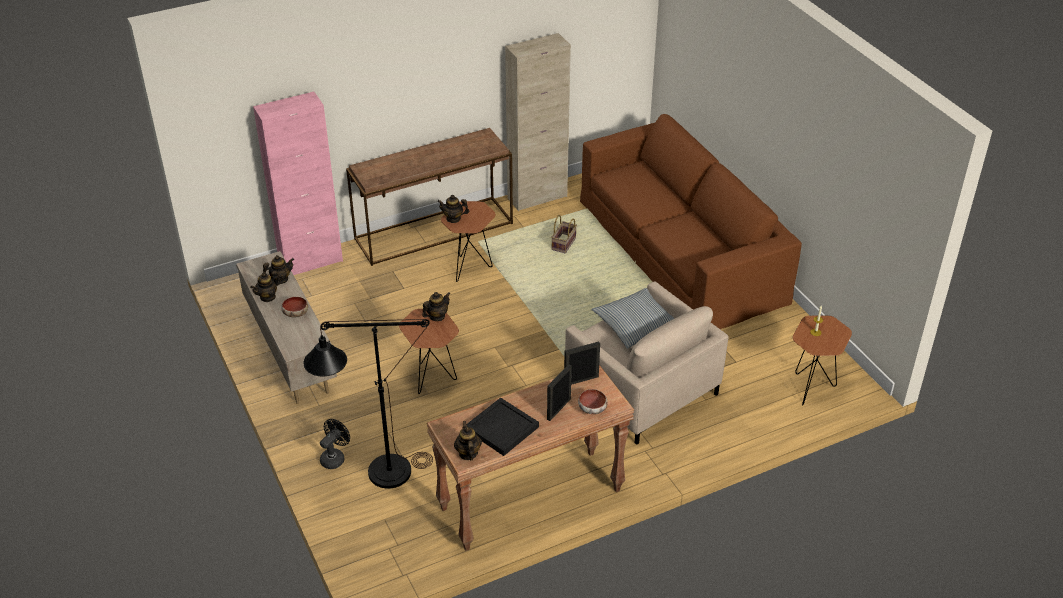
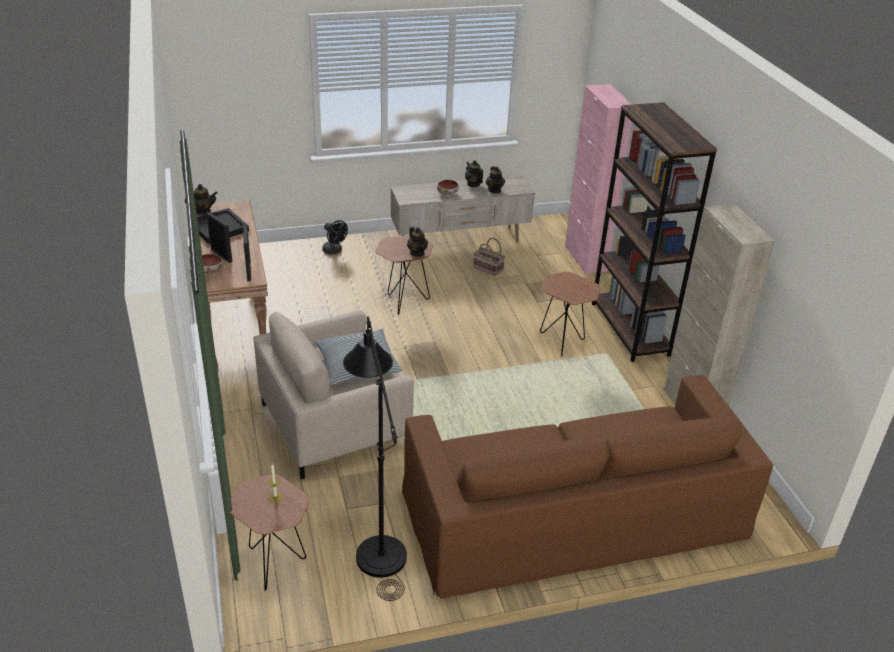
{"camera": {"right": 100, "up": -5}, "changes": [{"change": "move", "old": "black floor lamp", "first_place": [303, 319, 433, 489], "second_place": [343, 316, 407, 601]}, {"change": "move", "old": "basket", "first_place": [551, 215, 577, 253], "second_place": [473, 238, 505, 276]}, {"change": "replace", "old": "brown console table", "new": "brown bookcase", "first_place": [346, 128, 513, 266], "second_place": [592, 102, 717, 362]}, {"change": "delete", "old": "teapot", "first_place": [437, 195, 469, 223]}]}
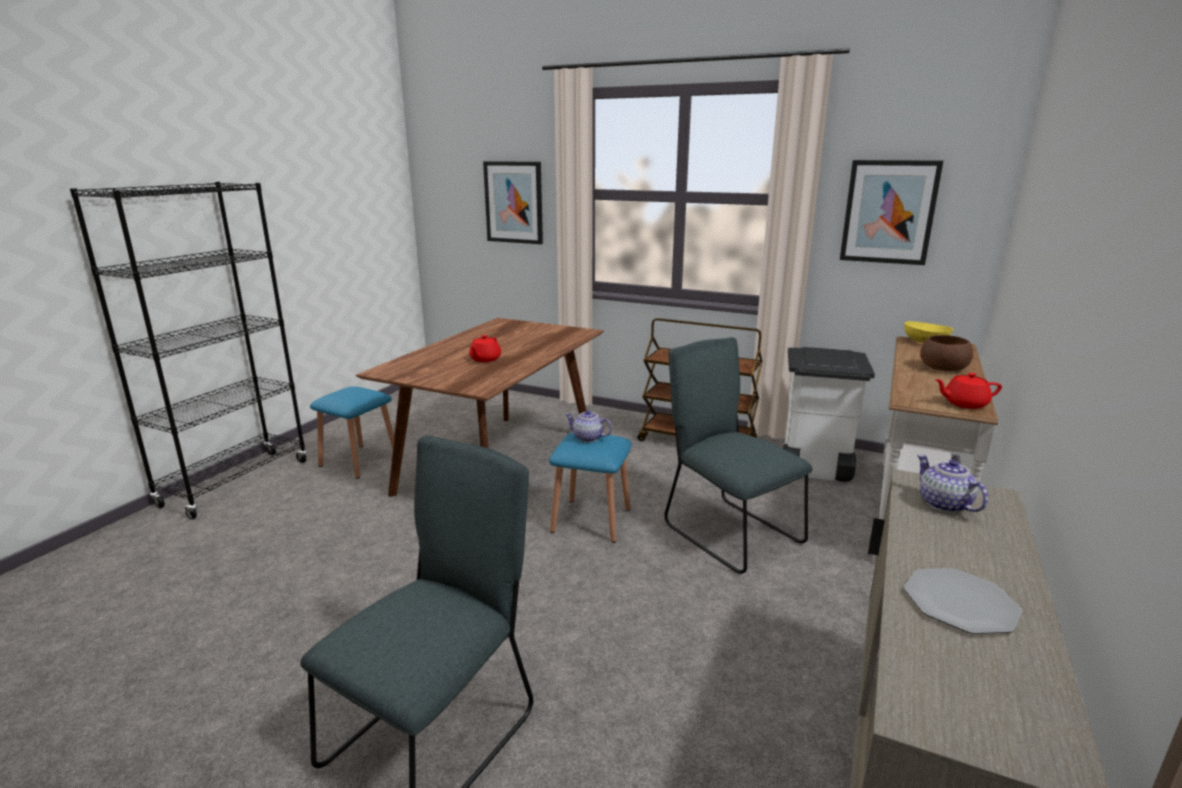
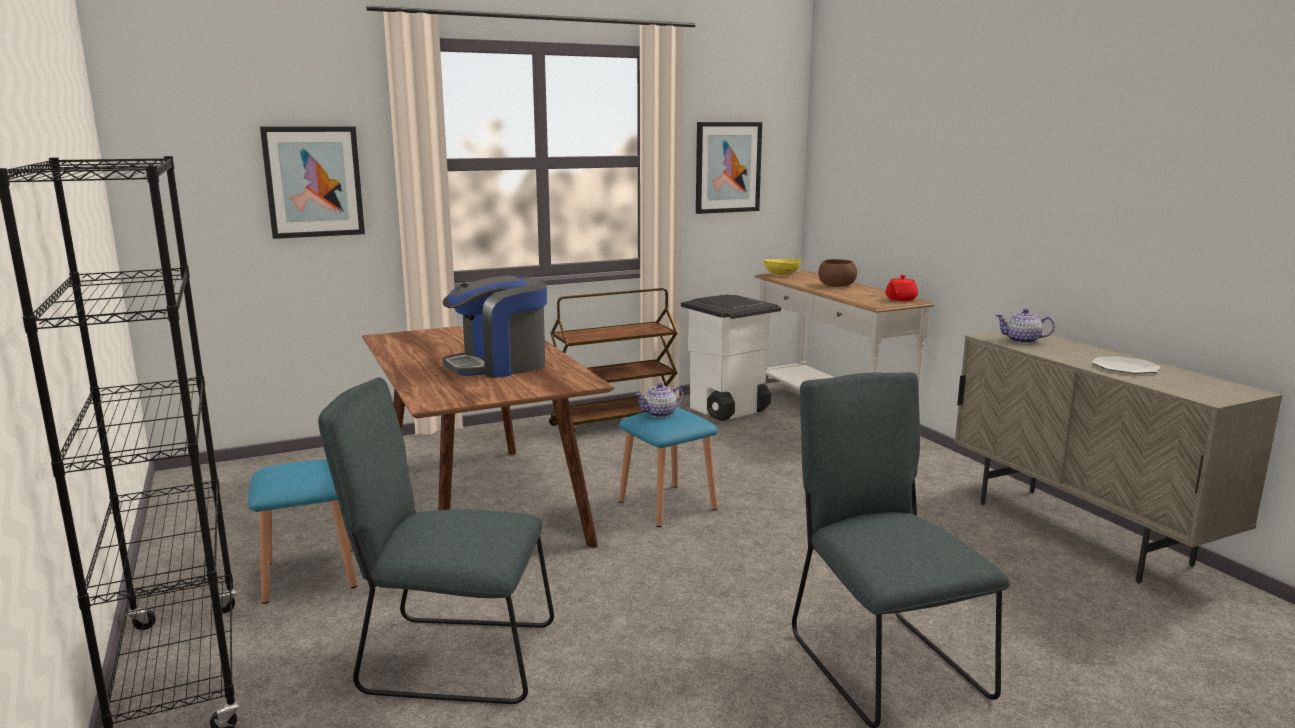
{"camera": {"right": -50, "up": -5}, "changes": [{"change": "move", "old": "grey chair", "first_place": [664, 337, 813, 574], "second_place": [318, 377, 554, 704]}, {"change": "replace", "old": "red teapot", "new": "coffee machine", "first_place": [469, 335, 501, 362], "second_place": [442, 275, 547, 378]}]}
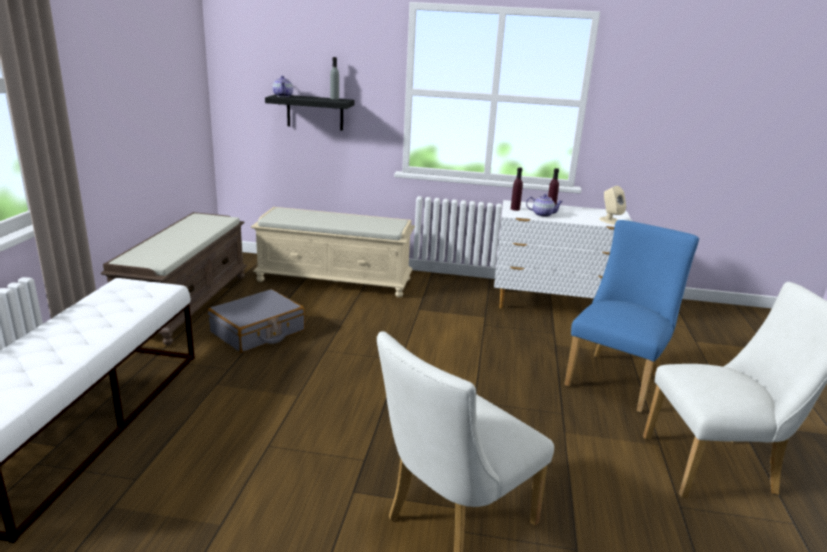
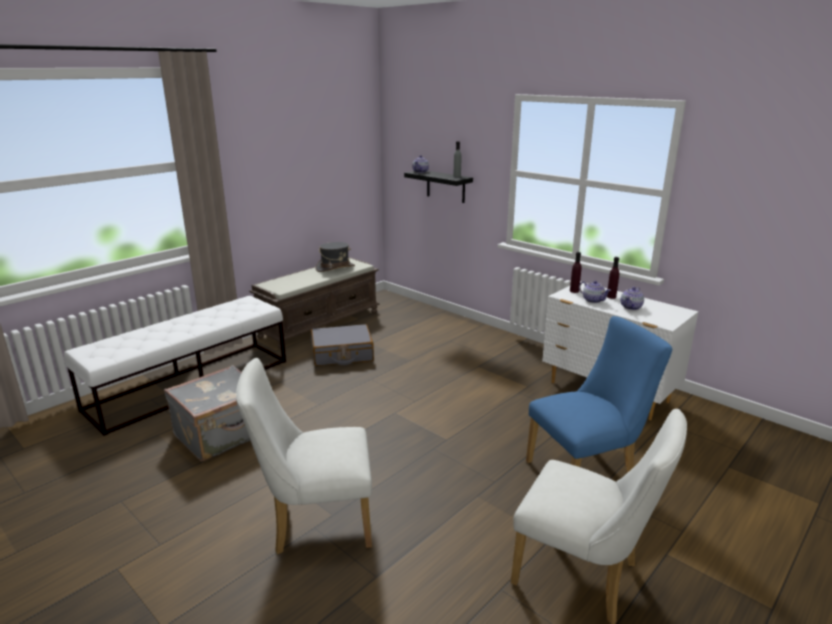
{"camera": {"right": 35, "up": 0}, "changes": [{"change": "insert", "new": "grey suitcase", "second_place": [164, 365, 250, 462]}, {"change": "insert", "new": "grey hat", "second_place": [315, 242, 355, 272]}, {"change": "insert", "new": "teapot", "second_place": [620, 287, 644, 310]}, {"change": "delete", "old": "beige bench", "first_place": [251, 207, 415, 298]}, {"change": "delete", "old": "beige speaker", "first_place": [599, 186, 626, 225]}]}
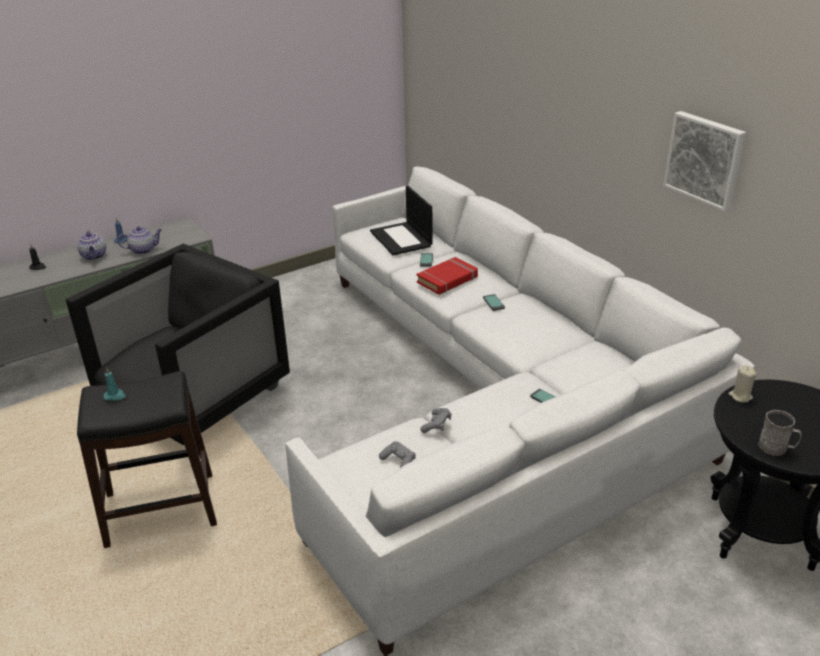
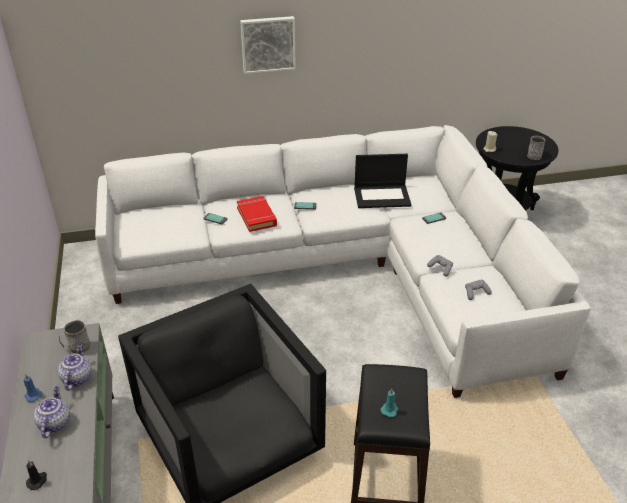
{"camera": {"right": -70, "up": 5}, "changes": [{"change": "rotate", "old": "teapot", "first_place": [77, 230, 106, 260], "second_place": [34, 386, 70, 438], "degrees": -90}, {"change": "insert", "new": "grey mug", "second_place": [59, 320, 91, 354]}, {"change": "move", "old": "picture", "first_place": [663, 111, 746, 211], "second_place": [240, 16, 296, 74]}, {"change": "move", "old": "laptop", "first_place": [370, 185, 433, 255], "second_place": [354, 154, 411, 208]}]}
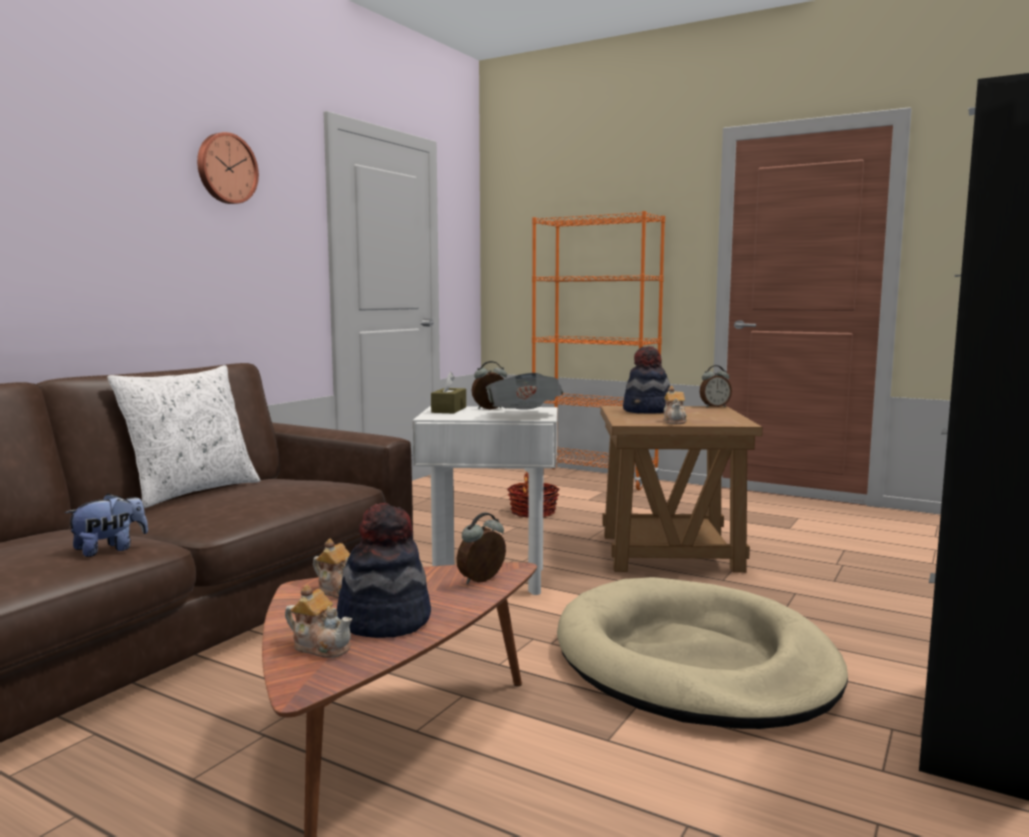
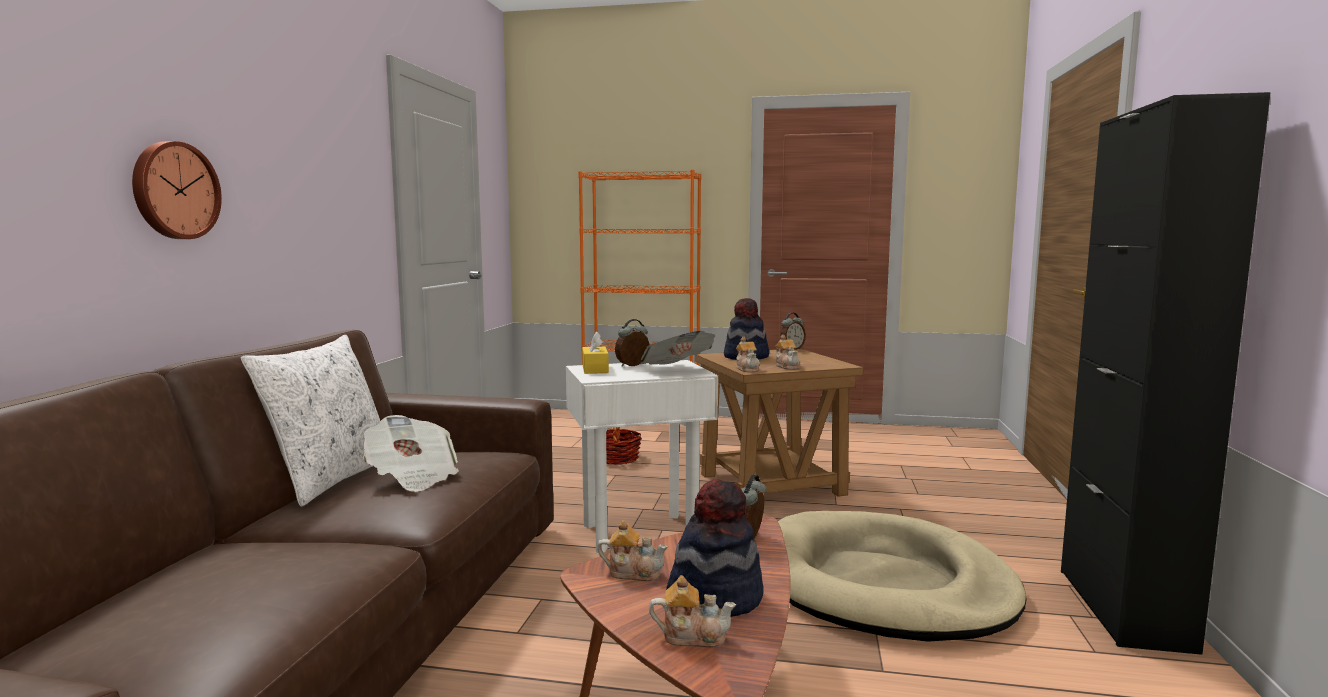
{"camera": {"right": -20, "up": 0}, "changes": [{"change": "move", "old": "wall clock", "first_place": [197, 132, 259, 204], "second_place": [132, 141, 222, 239]}, {"change": "insert", "new": "newspaper", "second_place": [363, 415, 459, 492]}, {"change": "recolor", "old": "brown tissue box", "new": "yellow tissue box", "first_place": [431, 372, 466, 413], "second_place": [582, 331, 609, 374]}, {"change": "insert", "new": "teapot", "second_place": [736, 337, 760, 372]}, {"change": "delete", "old": "plush toy", "first_place": [65, 494, 148, 557]}]}
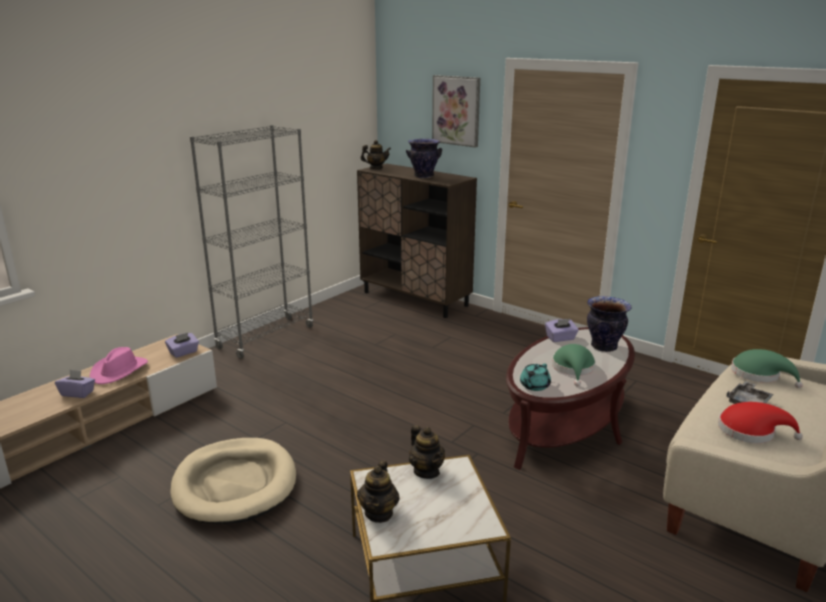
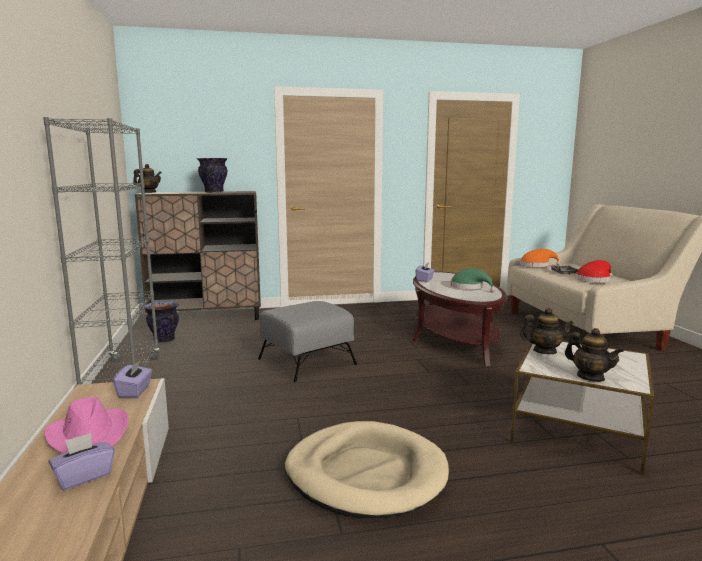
{"camera": {"right": -50, "up": -10}, "changes": [{"change": "move", "old": "vase", "first_place": [587, 296, 632, 352], "second_place": [144, 301, 179, 343]}, {"change": "insert", "new": "grey ottoman", "second_place": [258, 301, 357, 382]}, {"change": "recolor", "old": "green hat", "new": "orange hat", "first_place": [731, 349, 803, 388], "second_place": [520, 249, 561, 267]}, {"change": "delete", "old": "picture", "first_place": [432, 75, 480, 148]}, {"change": "delete", "old": "turquoise teapot", "first_place": [520, 363, 551, 391]}]}
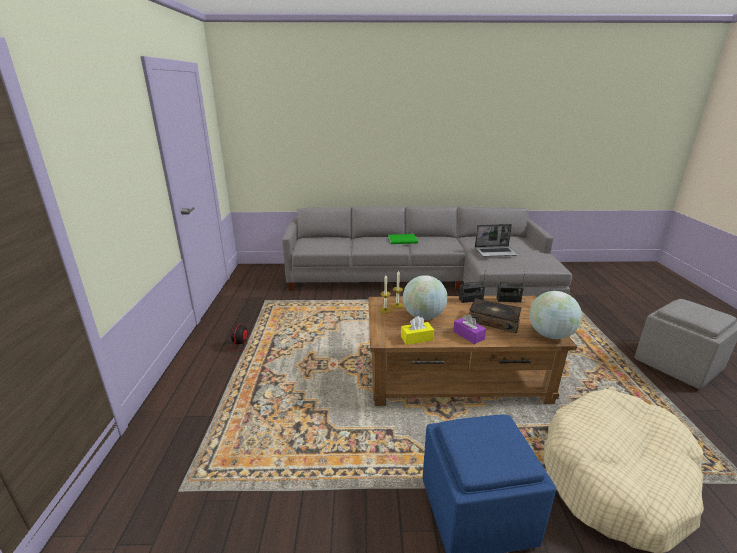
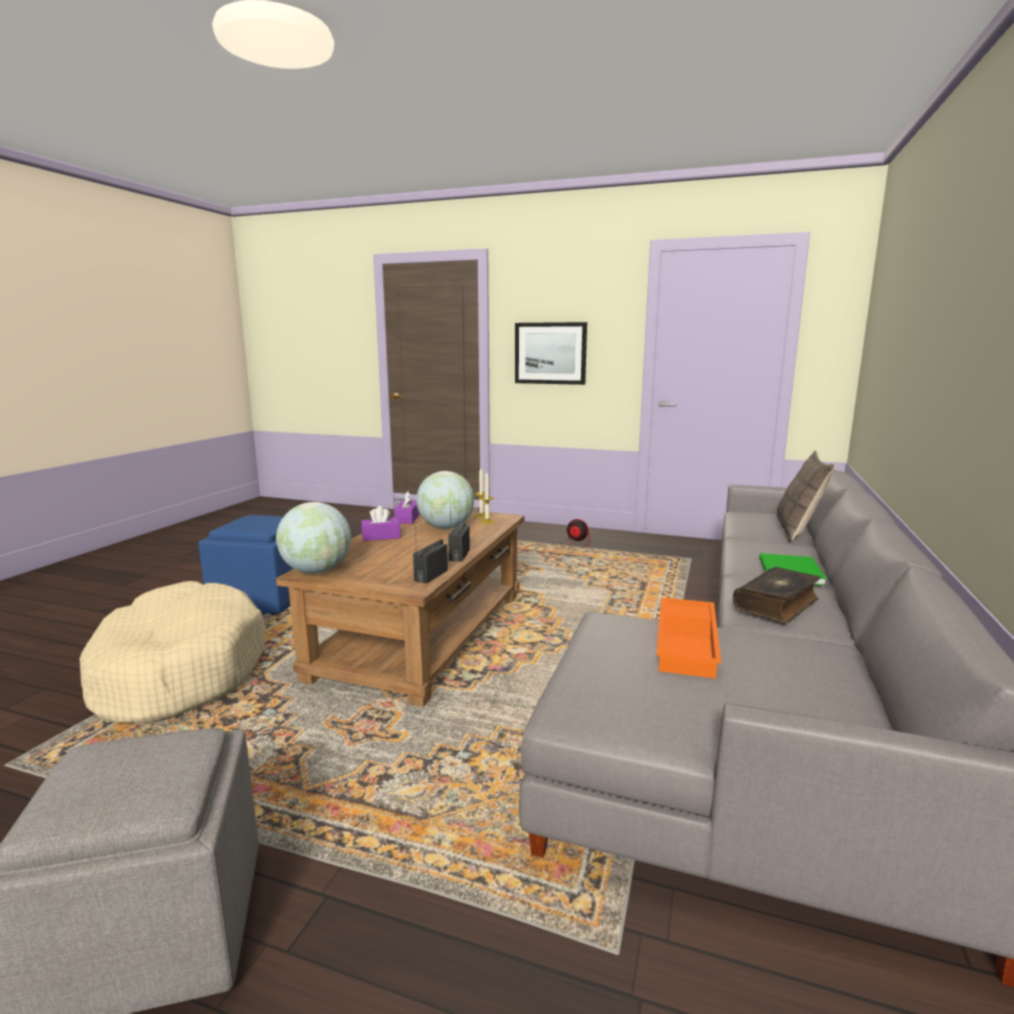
{"camera": {"right": 110, "up": -10}, "changes": [{"change": "recolor", "old": "yellow tissue box", "new": "purple tissue box", "first_place": [401, 316, 434, 345], "second_place": [394, 491, 419, 524]}, {"change": "insert", "new": "picture", "second_place": [515, 322, 587, 385]}, {"change": "replace", "old": "laptop", "new": "orange tray", "first_place": [475, 224, 518, 257], "second_place": [656, 597, 721, 679]}, {"change": "move", "old": "book", "first_place": [469, 298, 522, 333], "second_place": [733, 567, 821, 623]}, {"change": "insert", "new": "pillow", "second_place": [777, 450, 835, 541]}]}
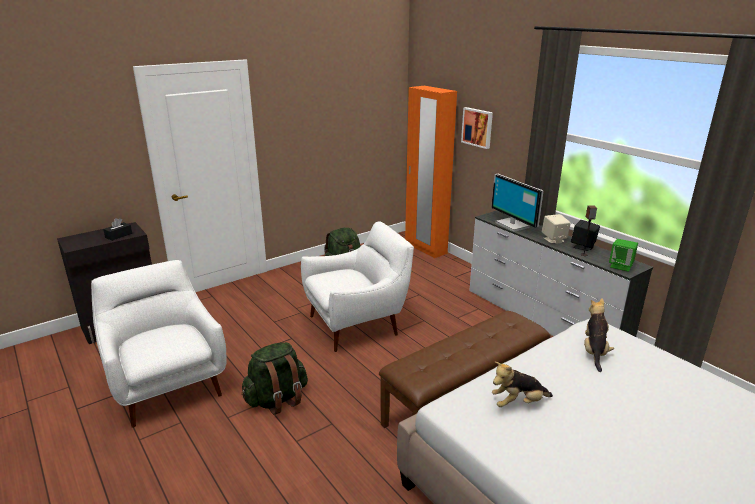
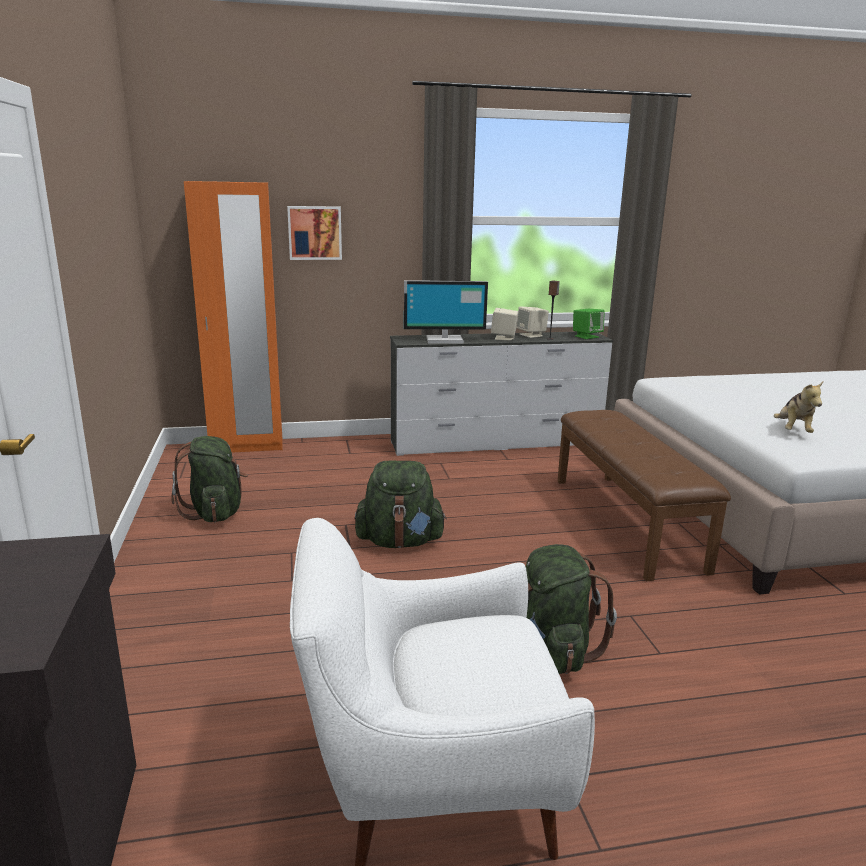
{"camera": {"right": -65, "up": -5}, "changes": [{"change": "replace", "old": "white armchair", "new": "green backpack", "first_place": [301, 221, 414, 352], "second_place": [354, 461, 447, 548]}, {"change": "recolor", "old": "black speaker", "new": "beige speaker", "first_place": [571, 220, 600, 251], "second_place": [516, 307, 549, 338]}, {"change": "delete", "old": "black tissue box", "first_place": [103, 218, 132, 241]}, {"change": "delete", "old": "plush toy", "first_place": [584, 298, 614, 372]}]}
